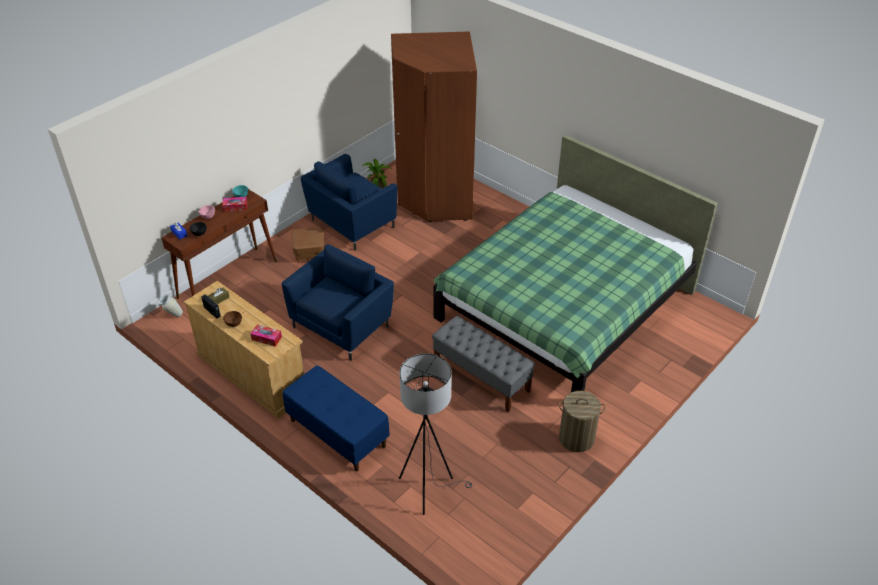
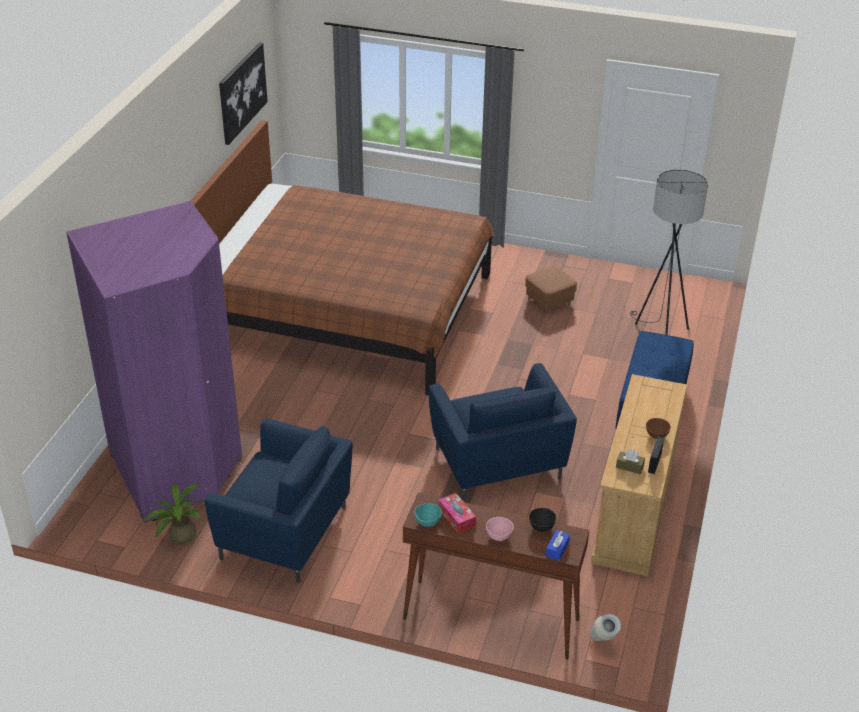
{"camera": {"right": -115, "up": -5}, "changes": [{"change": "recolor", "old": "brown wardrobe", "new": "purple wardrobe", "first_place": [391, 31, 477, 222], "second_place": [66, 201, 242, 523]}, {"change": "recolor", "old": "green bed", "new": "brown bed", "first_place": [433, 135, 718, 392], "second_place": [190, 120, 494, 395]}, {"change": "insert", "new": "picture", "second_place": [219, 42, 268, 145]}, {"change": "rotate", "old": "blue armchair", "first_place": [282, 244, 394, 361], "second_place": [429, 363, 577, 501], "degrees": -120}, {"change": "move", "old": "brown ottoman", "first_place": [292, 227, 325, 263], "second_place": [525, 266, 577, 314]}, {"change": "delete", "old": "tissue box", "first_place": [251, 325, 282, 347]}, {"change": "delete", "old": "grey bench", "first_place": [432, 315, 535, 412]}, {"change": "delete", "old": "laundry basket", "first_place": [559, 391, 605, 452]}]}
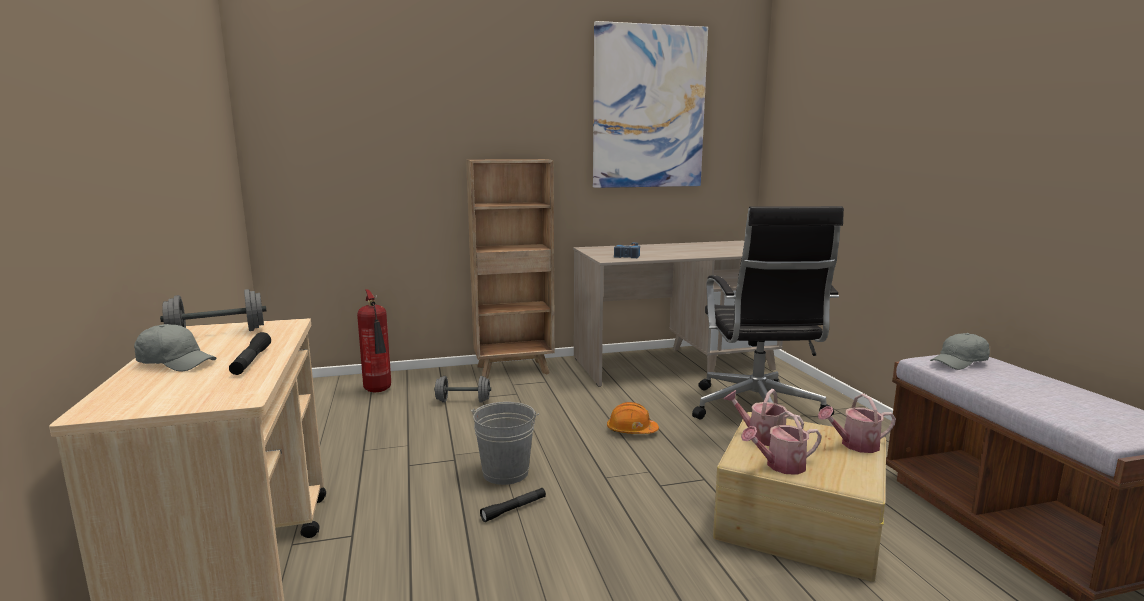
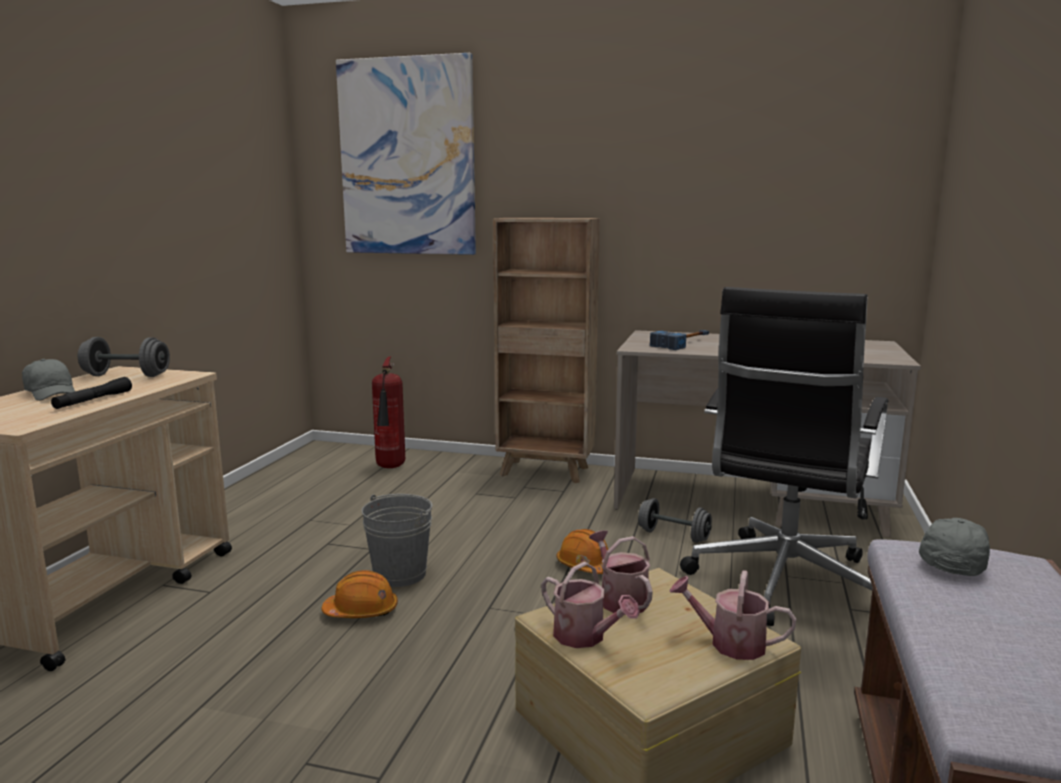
{"camera": {"right": 30, "up": 0}, "changes": [{"change": "replace", "old": "black flashlight", "new": "orange hard hat", "first_place": [480, 488, 546, 522], "second_place": [321, 570, 398, 618]}, {"change": "move", "old": "picture", "first_place": [593, 21, 708, 188], "second_place": [336, 53, 476, 255]}, {"change": "rotate", "old": "watering can", "first_place": [741, 411, 822, 474], "second_place": [541, 562, 640, 648], "degrees": -150}, {"change": "move", "old": "grey dumbbell", "first_place": [434, 376, 491, 402], "second_place": [638, 498, 712, 543]}, {"change": "rotate", "old": "grey cap", "first_place": [930, 333, 990, 370], "second_place": [919, 518, 990, 576], "degrees": 120}]}
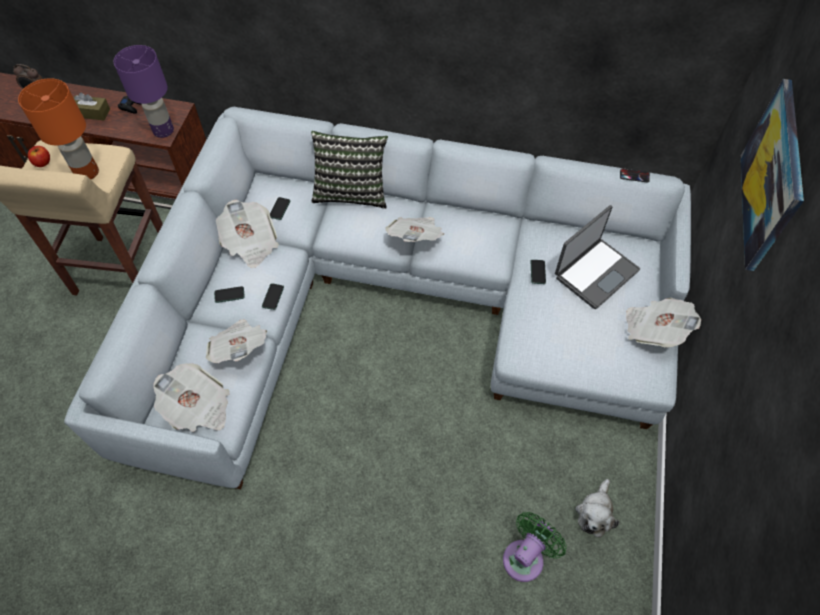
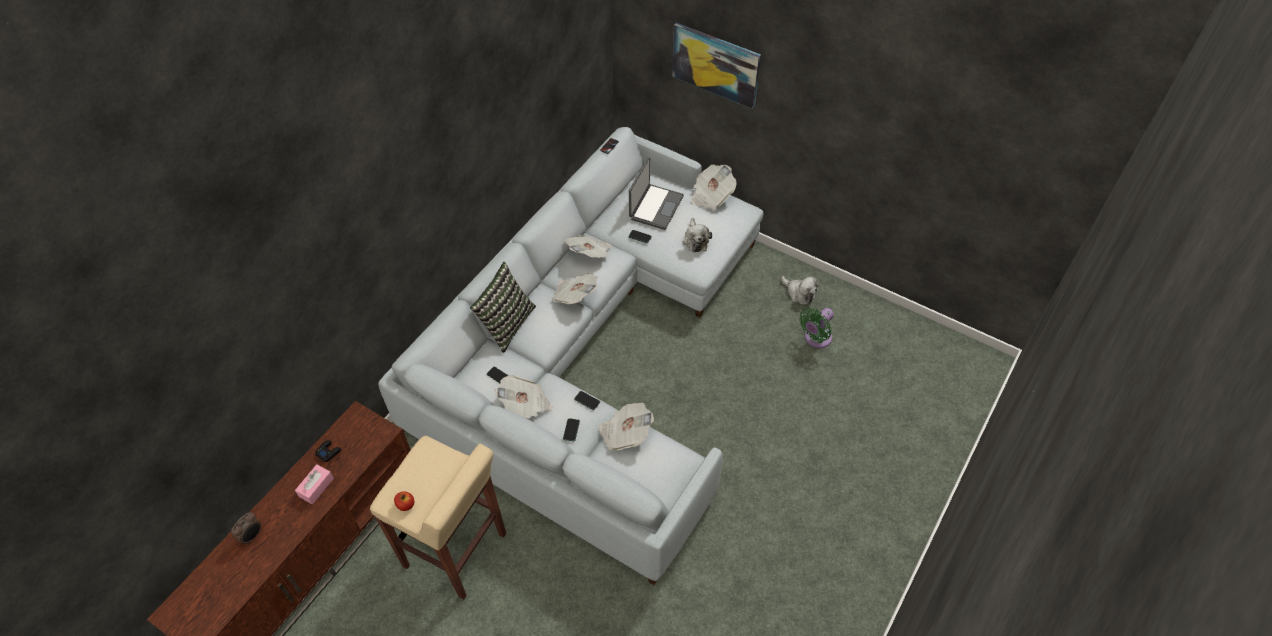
{"camera": {"right": -70, "up": -5}, "changes": [{"change": "recolor", "old": "brown tissue box", "new": "pink tissue box", "first_place": [74, 93, 110, 120], "second_place": [295, 464, 334, 504]}, {"change": "move", "old": "newspaper", "first_place": [153, 363, 230, 432], "second_place": [565, 235, 612, 258]}, {"change": "rotate", "old": "laptop", "first_place": [555, 205, 640, 309], "second_place": [629, 157, 684, 230], "degrees": 45}, {"change": "insert", "new": "plush toy", "second_place": [682, 218, 712, 252]}, {"change": "rotate", "old": "green fan", "first_place": [503, 512, 566, 582], "second_place": [799, 308, 834, 348], "degrees": -105}, {"change": "delete", "old": "orange table lamp", "first_place": [18, 78, 99, 179]}, {"change": "delete", "old": "purple table lamp", "first_place": [114, 45, 174, 138]}]}
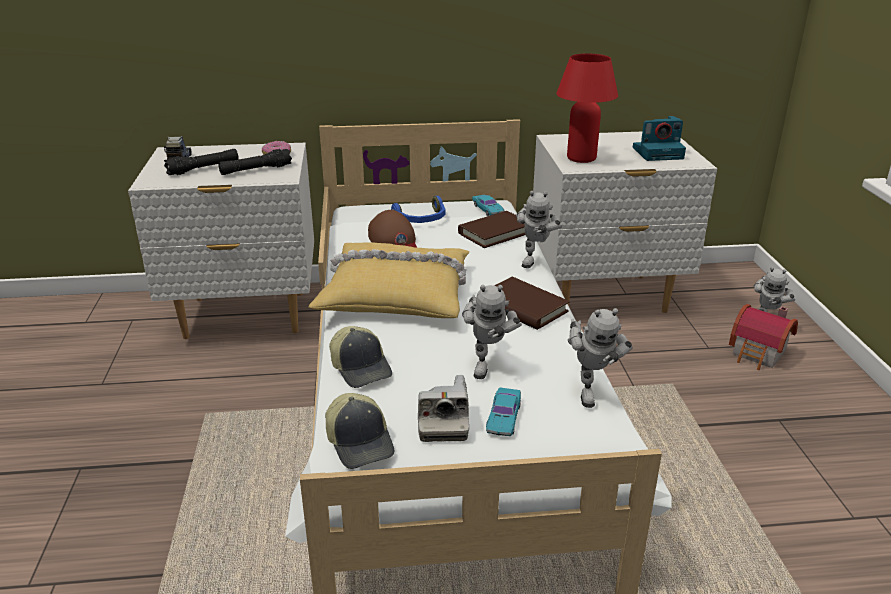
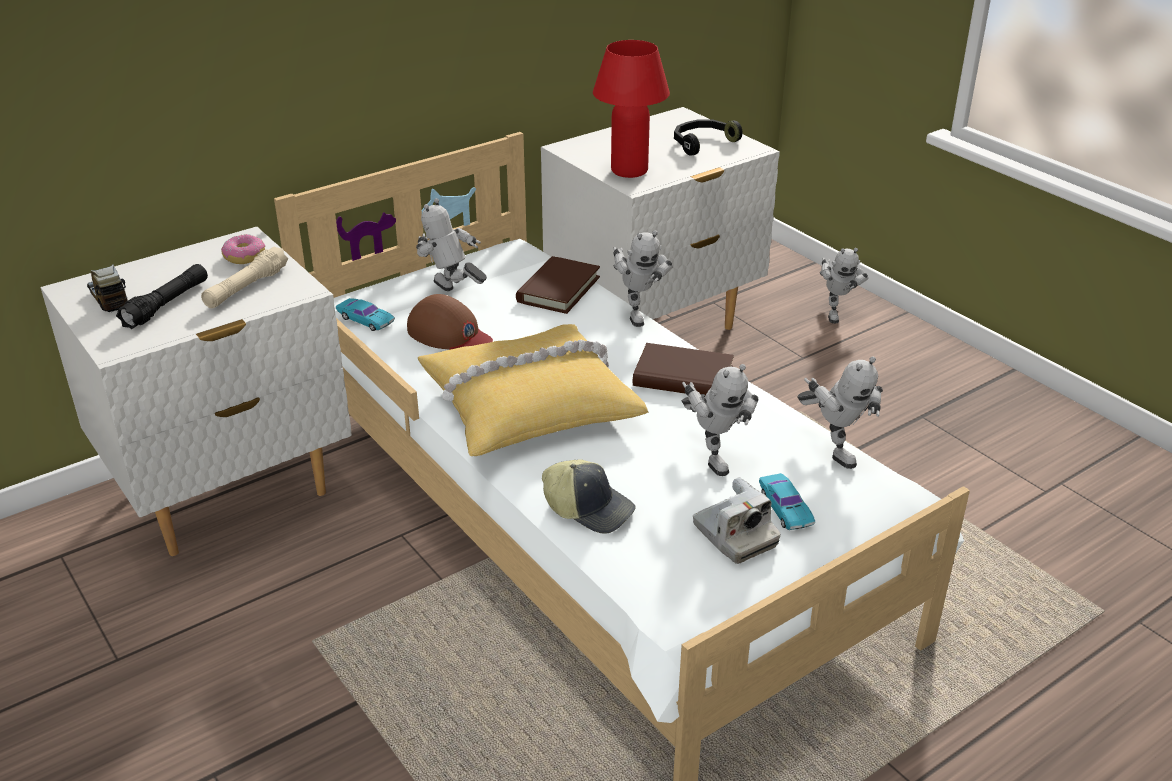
{"camera": {"right": -30, "up": 5}, "changes": [{"change": "recolor", "old": "black flashlight", "new": "beige flashlight", "first_place": [218, 149, 292, 175], "second_place": [201, 246, 288, 308]}, {"change": "move", "old": "turquoise toy car", "first_place": [472, 195, 505, 216], "second_place": [336, 298, 395, 331]}, {"change": "replace", "old": "blue headphones", "new": "toy robot", "first_place": [391, 196, 446, 223], "second_place": [416, 198, 487, 291]}, {"change": "replace", "old": "photo camera", "new": "black headphones", "first_place": [633, 116, 686, 161], "second_place": [674, 119, 743, 156]}, {"change": "delete", "old": "cap", "first_place": [325, 393, 394, 469]}, {"change": "delete", "old": "toy house", "first_place": [729, 304, 798, 370]}]}
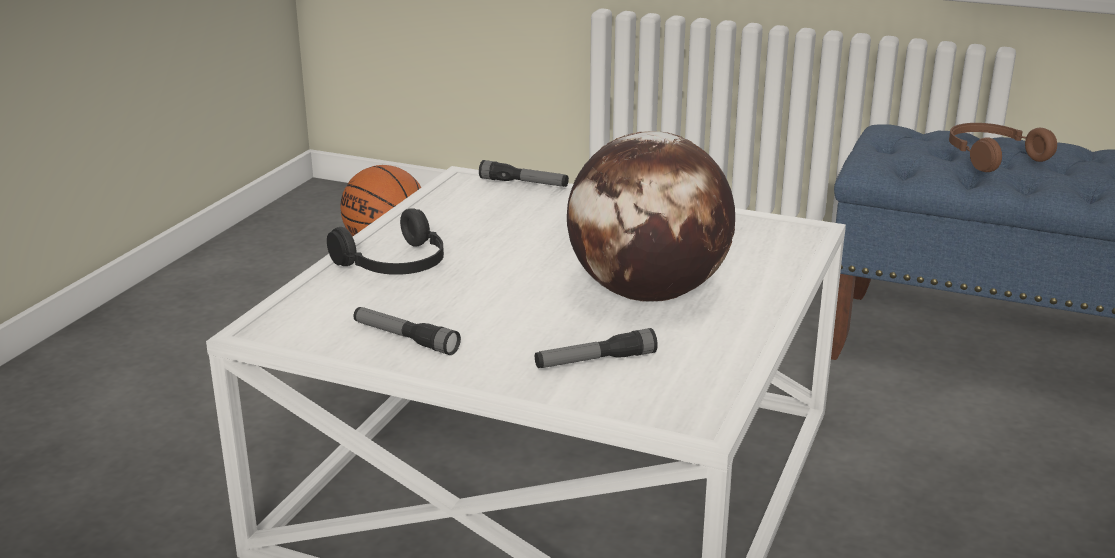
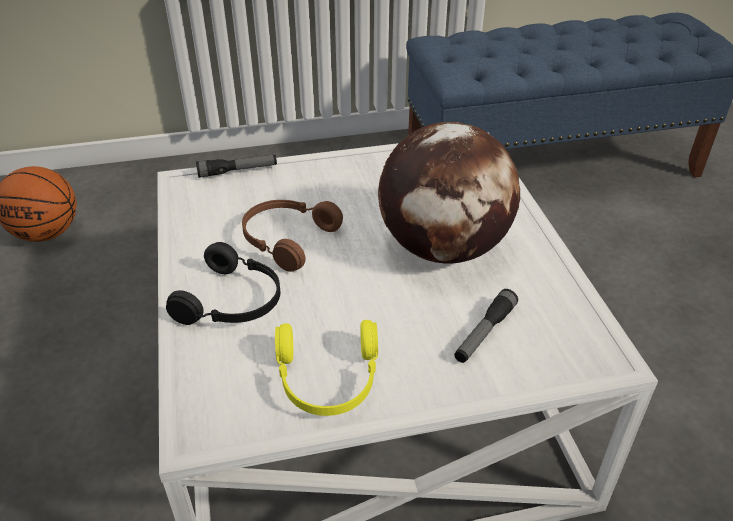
{"camera": {"right": -35, "up": 15}, "changes": [{"change": "move", "old": "brown headphones", "first_place": [949, 123, 1057, 172], "second_place": [242, 200, 343, 272]}, {"change": "replace", "old": "flashlight", "new": "yellow headphones", "first_place": [353, 307, 461, 355], "second_place": [275, 320, 378, 416]}]}
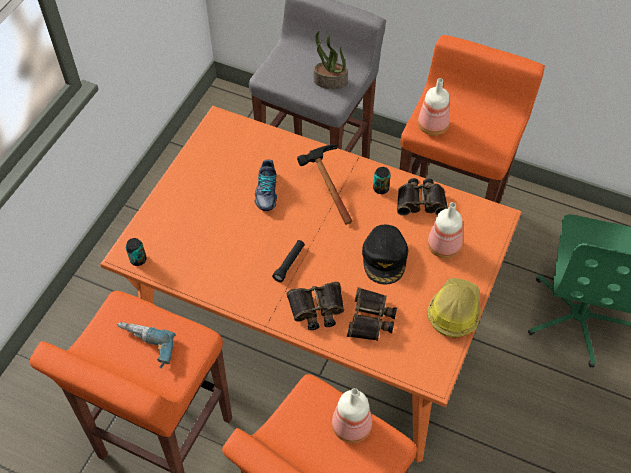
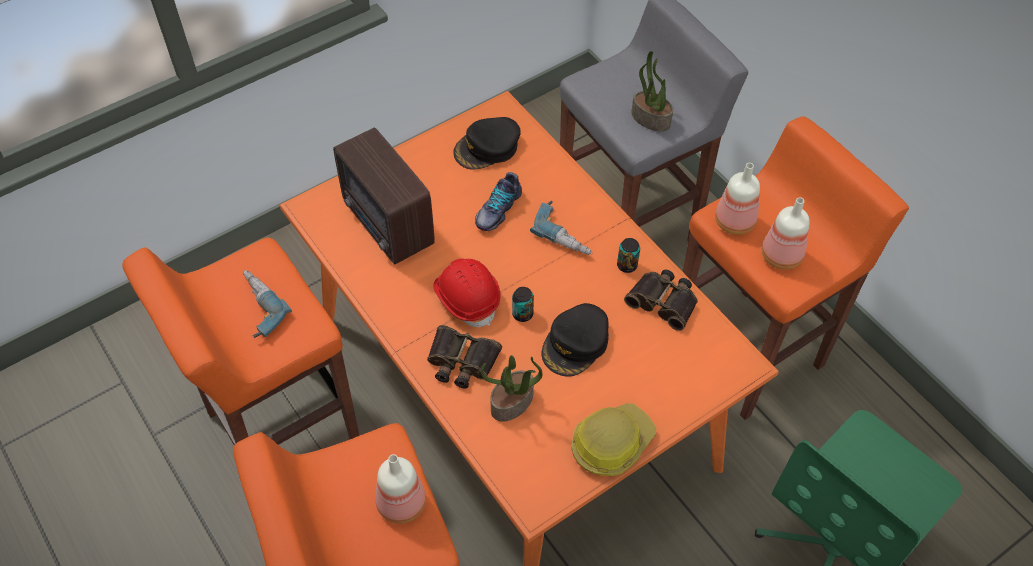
{"camera": {"right": 30, "up": 0}, "changes": [{"change": "insert", "new": "radio", "second_place": [333, 127, 435, 264]}, {"change": "replace", "old": "black flashlight", "new": "red hard hat", "first_place": [272, 240, 305, 282], "second_place": [434, 258, 500, 327]}, {"change": "insert", "new": "black cap", "second_place": [453, 117, 521, 170]}, {"change": "replace", "old": "binoculars", "new": "potted plant", "first_place": [347, 287, 397, 341], "second_place": [480, 355, 543, 422]}, {"change": "move", "old": "can", "first_place": [126, 238, 147, 266], "second_place": [512, 287, 534, 322]}, {"change": "replace", "old": "hammer", "new": "power drill", "first_place": [297, 144, 352, 225], "second_place": [530, 201, 592, 255]}, {"change": "move", "old": "bottle", "first_place": [427, 202, 463, 258], "second_place": [762, 197, 810, 270]}]}
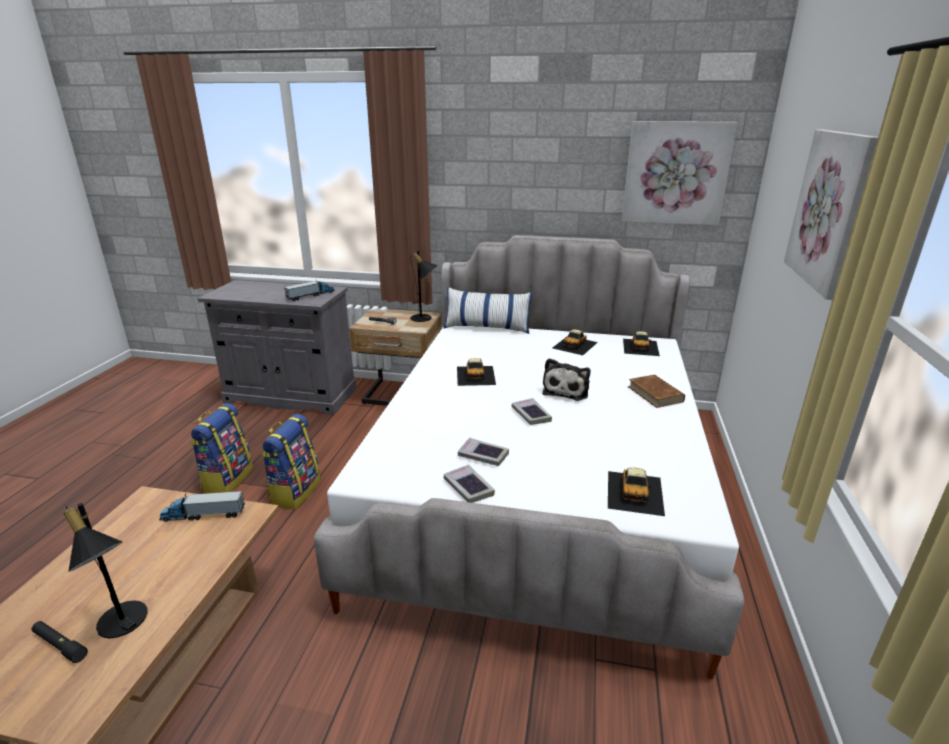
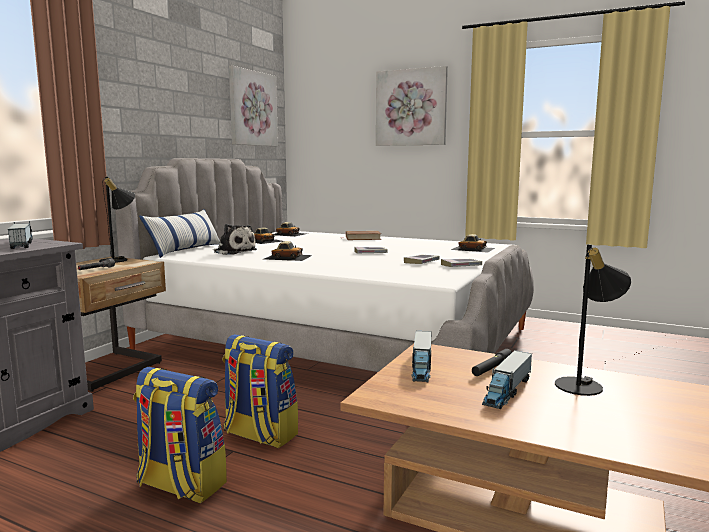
{"camera": {"right": -75, "up": -15}, "changes": [{"change": "move", "old": "plush toy", "first_place": [542, 358, 591, 401], "second_place": [213, 224, 257, 255]}, {"change": "move", "old": "black flashlight", "first_place": [31, 621, 88, 663], "second_place": [472, 349, 512, 376]}, {"change": "insert", "new": "toy truck", "second_place": [482, 350, 532, 409]}]}
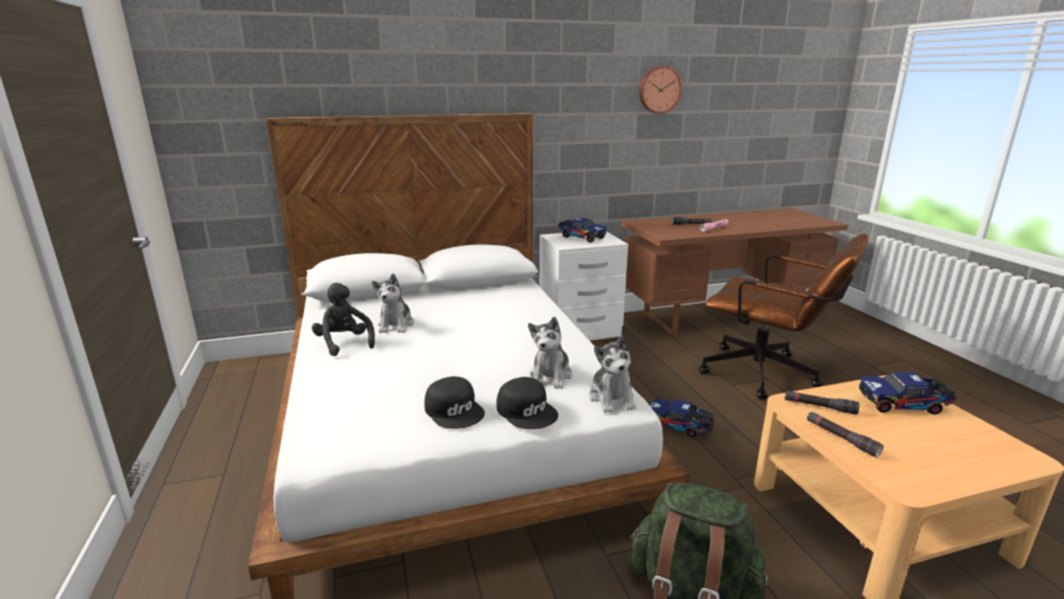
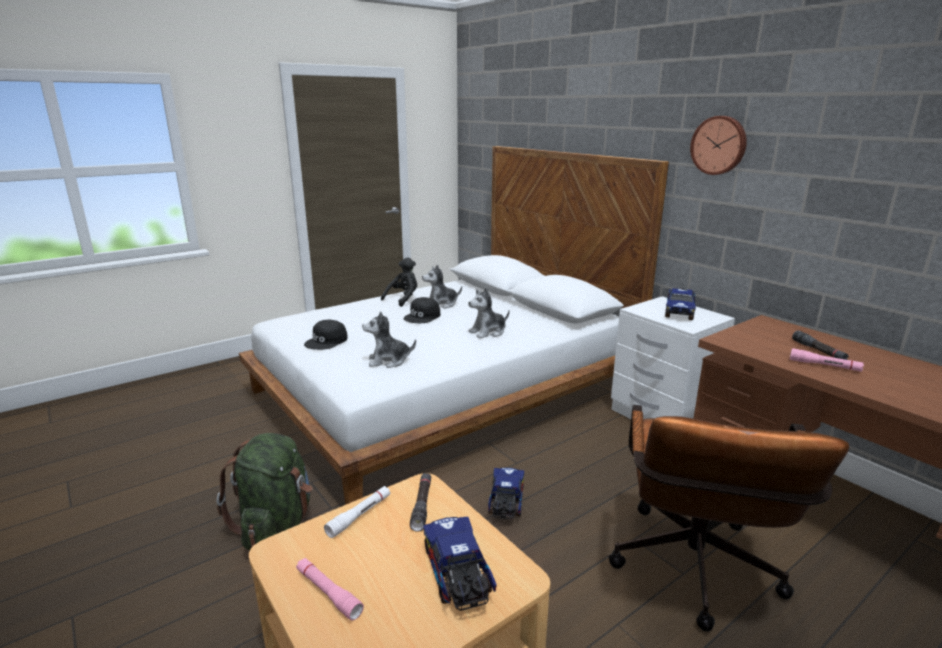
{"camera": {"right": 70, "up": 0}, "changes": [{"change": "insert", "new": "pink flashlight", "second_place": [296, 558, 364, 620]}, {"change": "recolor", "old": "black flashlight", "new": "white flashlight", "first_place": [807, 412, 884, 457], "second_place": [324, 486, 391, 538]}, {"change": "move", "old": "black cap", "first_place": [496, 377, 558, 429], "second_place": [404, 297, 440, 323]}, {"change": "move", "old": "plush toy", "first_place": [589, 335, 636, 413], "second_place": [468, 288, 510, 339]}, {"change": "move", "old": "wall clock", "first_place": [639, 66, 682, 114], "second_place": [690, 116, 747, 175]}]}
